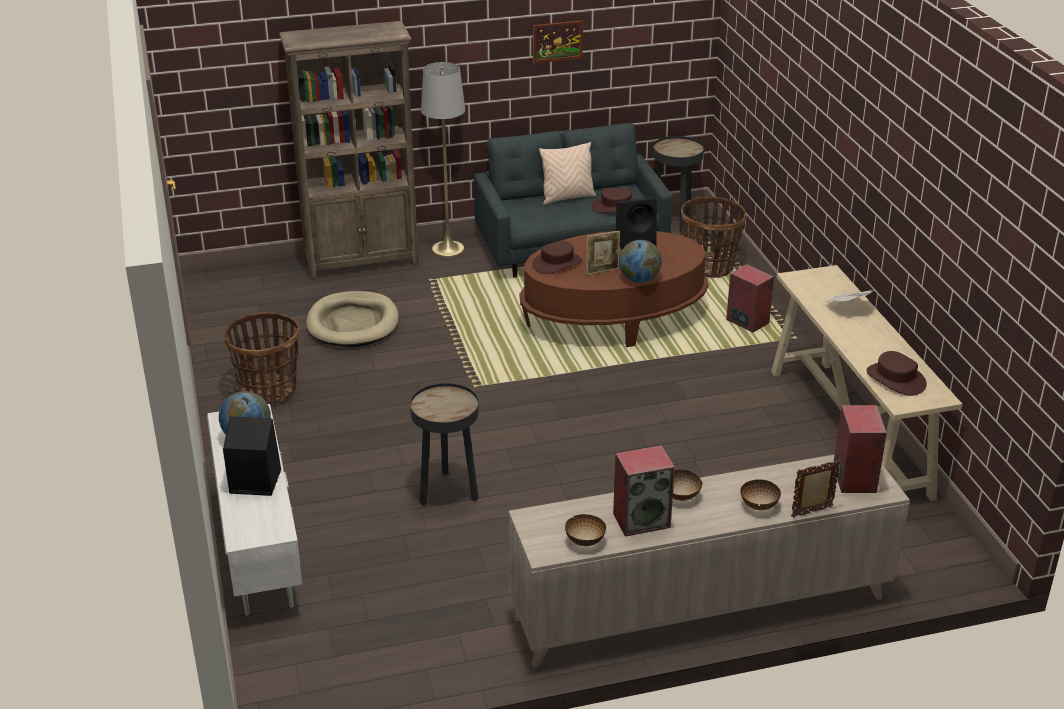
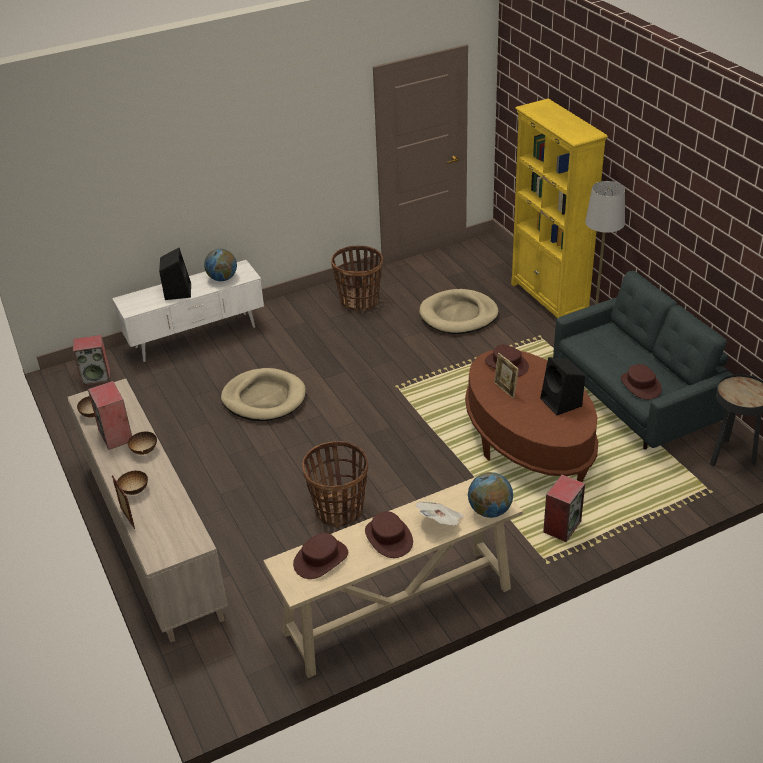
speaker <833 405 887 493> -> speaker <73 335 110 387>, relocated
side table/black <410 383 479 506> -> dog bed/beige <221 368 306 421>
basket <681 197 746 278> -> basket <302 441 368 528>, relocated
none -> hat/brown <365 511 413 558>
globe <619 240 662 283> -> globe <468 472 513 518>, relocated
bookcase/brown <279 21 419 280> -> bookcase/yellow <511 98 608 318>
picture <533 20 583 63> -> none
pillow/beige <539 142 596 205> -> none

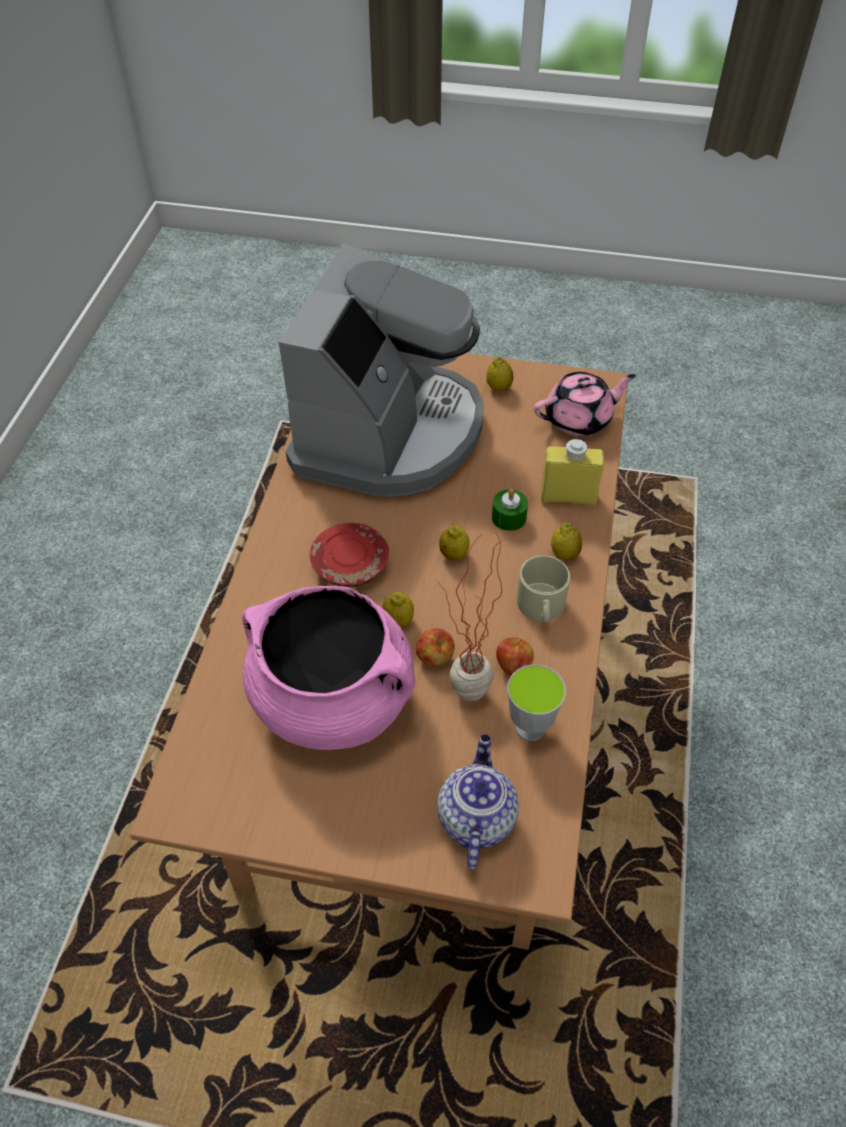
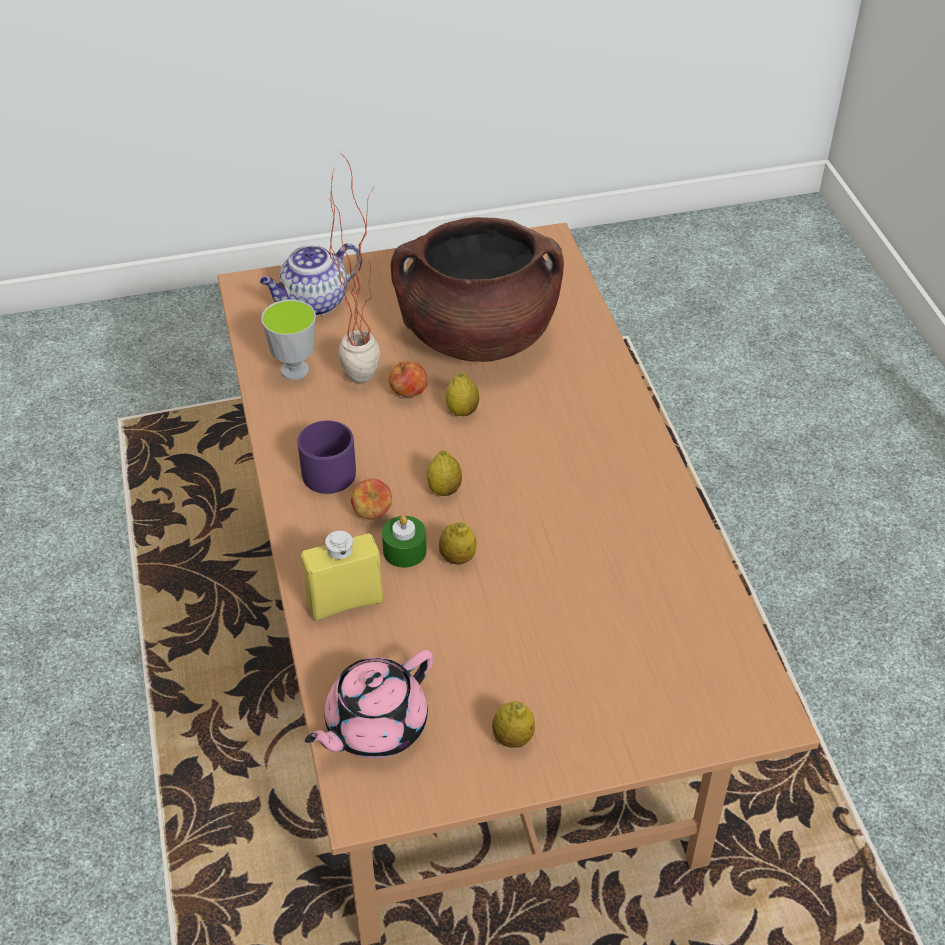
teapot <437 734 519 869> -> teapot <260 243 362 316>, 75 degrees clockwise
mug/beige <517 555 570 622> -> mug/purple <297 420 356 494>
apple <496 637 534 675> -> apple <351 478 392 519>, relocated
cooking pot/pink <242 586 416 750> -> cooking pot/brown <391 217 564 362>
lemon <551 523 582 560> -> lemon <439 522 477 565>, relocated
coffee machine <278 243 484 497> -> none
plate/red <310 523 389 587> -> none

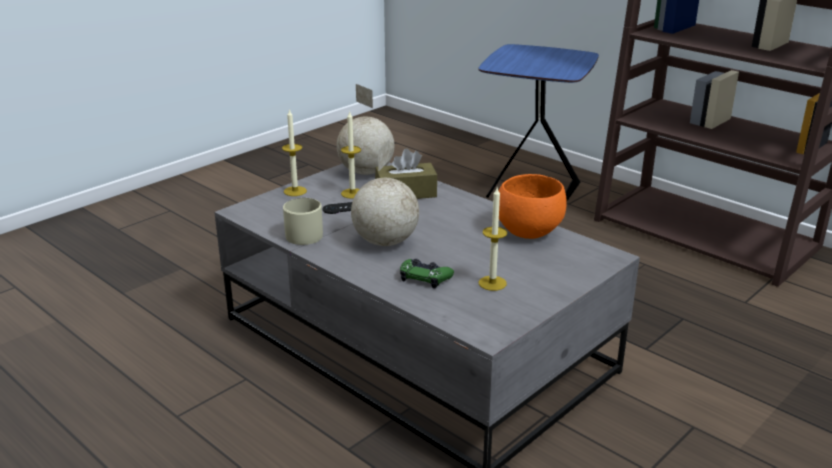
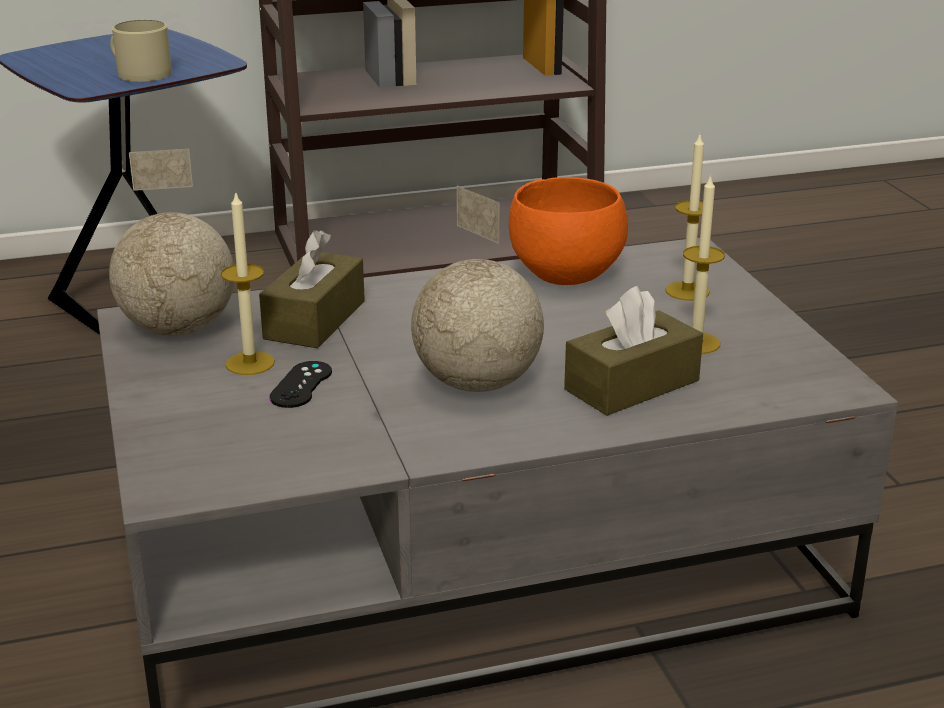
mug/beige <283 198 323 245> -> mug/beige <110 20 171 82>, relocated
game controller/green <400 258 454 289> -> tissue box/brown <564 286 703 416>
candle <282 109 307 196> -> candle <665 135 714 301>, relocated

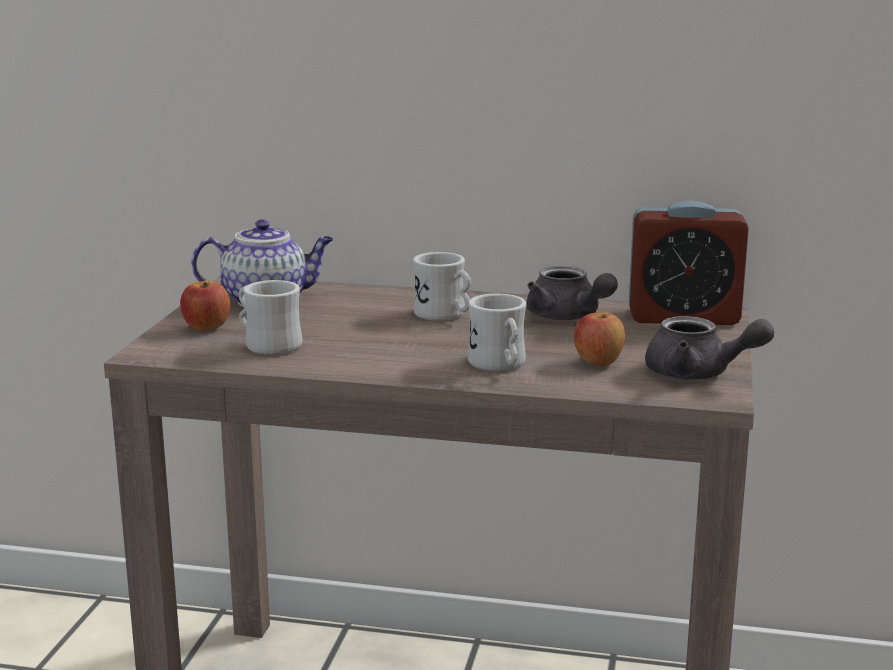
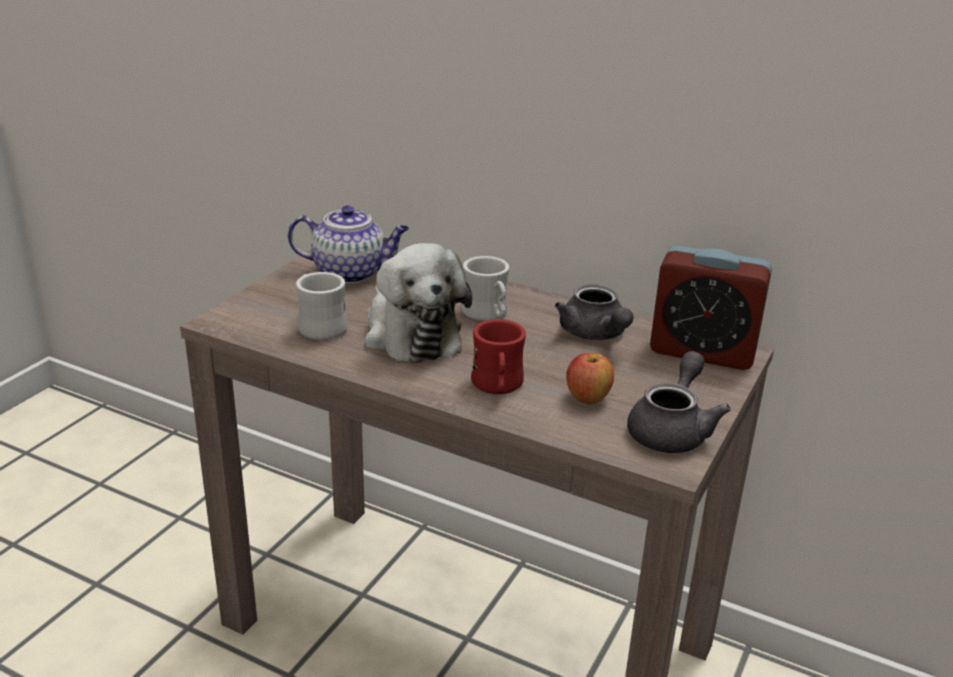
none -> plush toy <365 243 472 363>
mug/white <468 294 526 371> -> mug/red <471 319 526 394>
teapot/grey <645 316 774 380> -> teapot/grey <627 351 731 453>, 105 degrees counterclockwise
apple <180 281 230 331> -> none

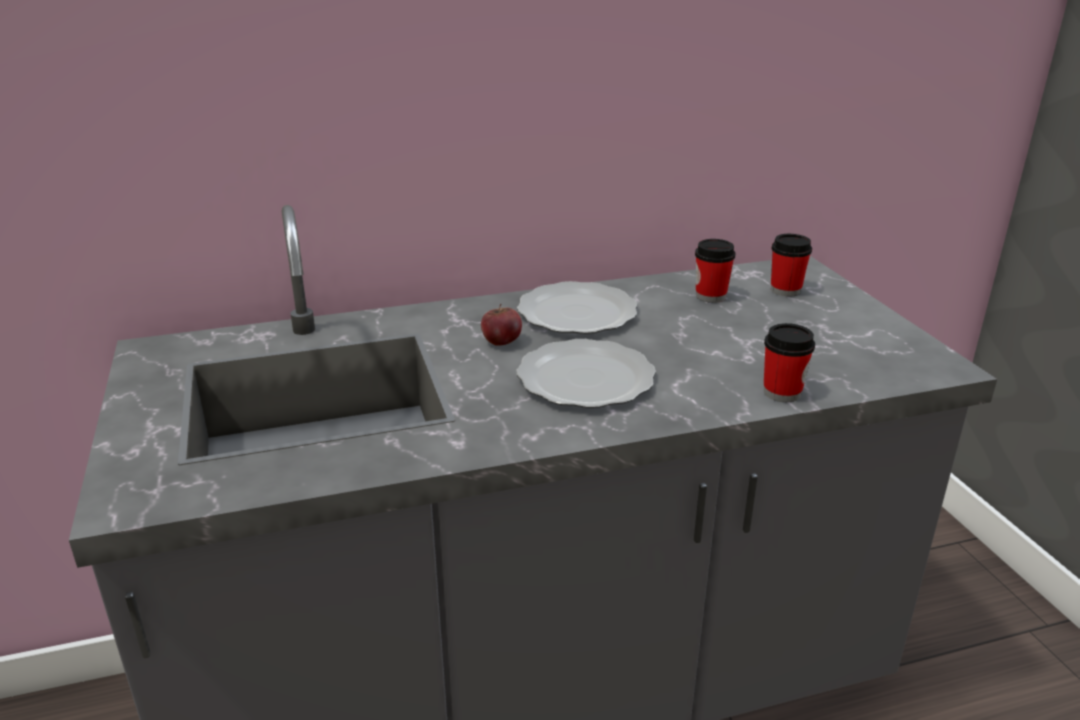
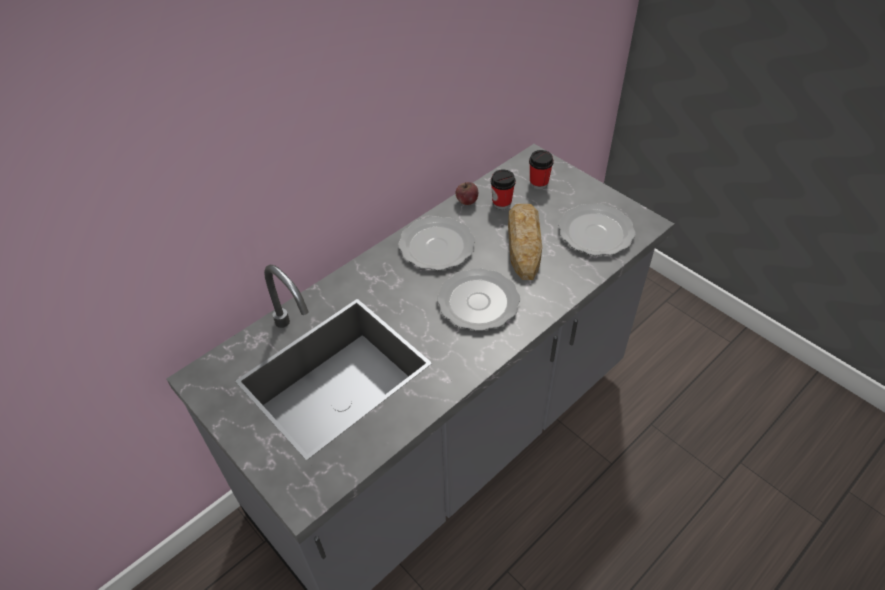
apple <481 304 522 346> -> apple <456 182 478 205>, relocated
none -> bread <508 204 542 280>
none -> plate <558 204 636 256>
cup <764 323 815 402> -> none

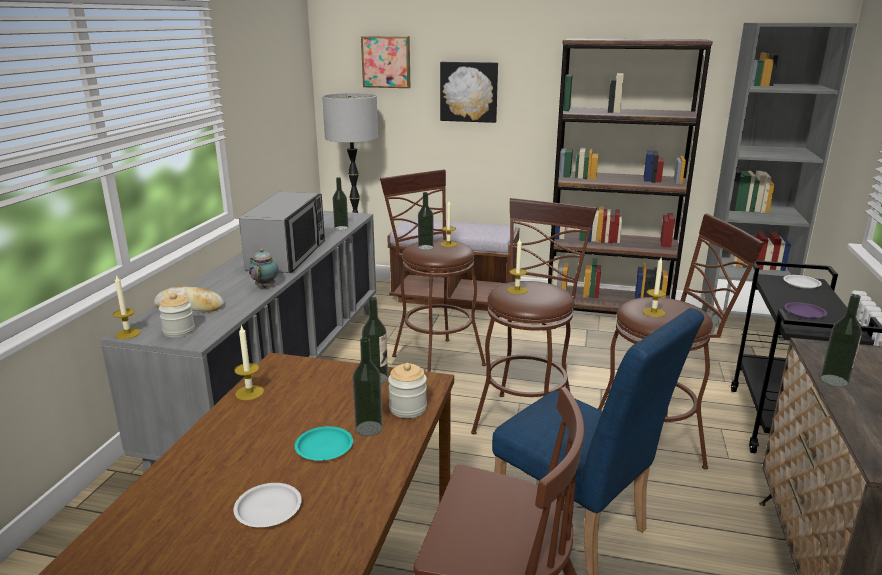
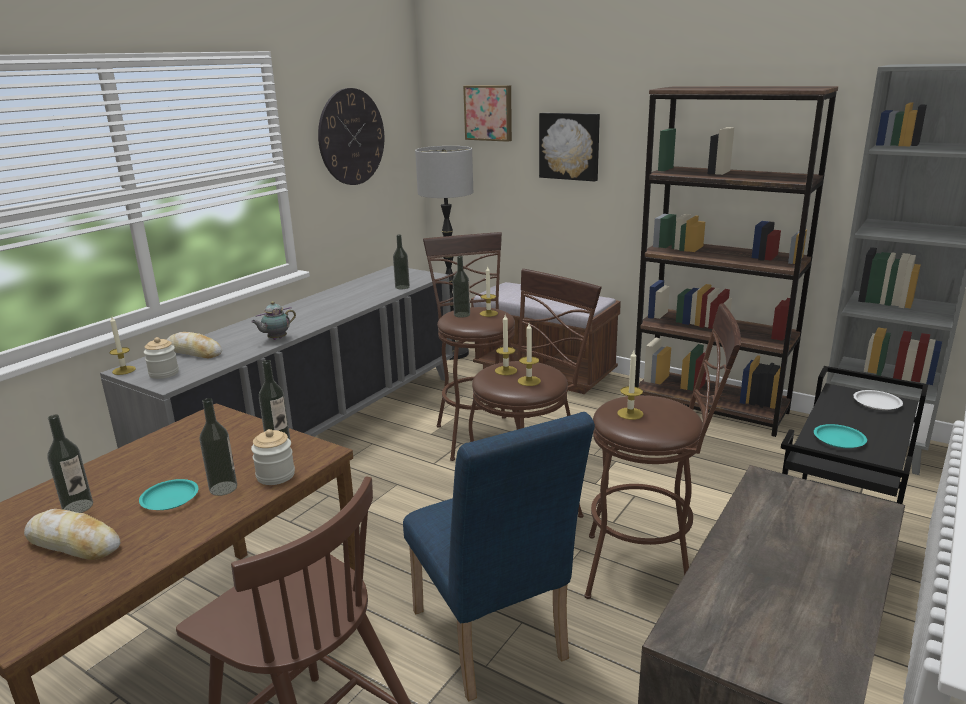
plate/white <234 483 302 527> -> bread <24 509 120 560>
bottle <820 294 862 387> -> bottle <47 415 93 513>, relocated
teapot <249 248 279 288> -> teapot <251 301 296 340>, 150 degrees counterclockwise
none -> wall clock <318 88 384 185>
candle <234 325 264 400> -> candle <518 323 541 386>, relocated
plate/purple <784 302 827 319> -> plate/turquoise <814 424 867 448>
microwave <239 192 325 273> -> none

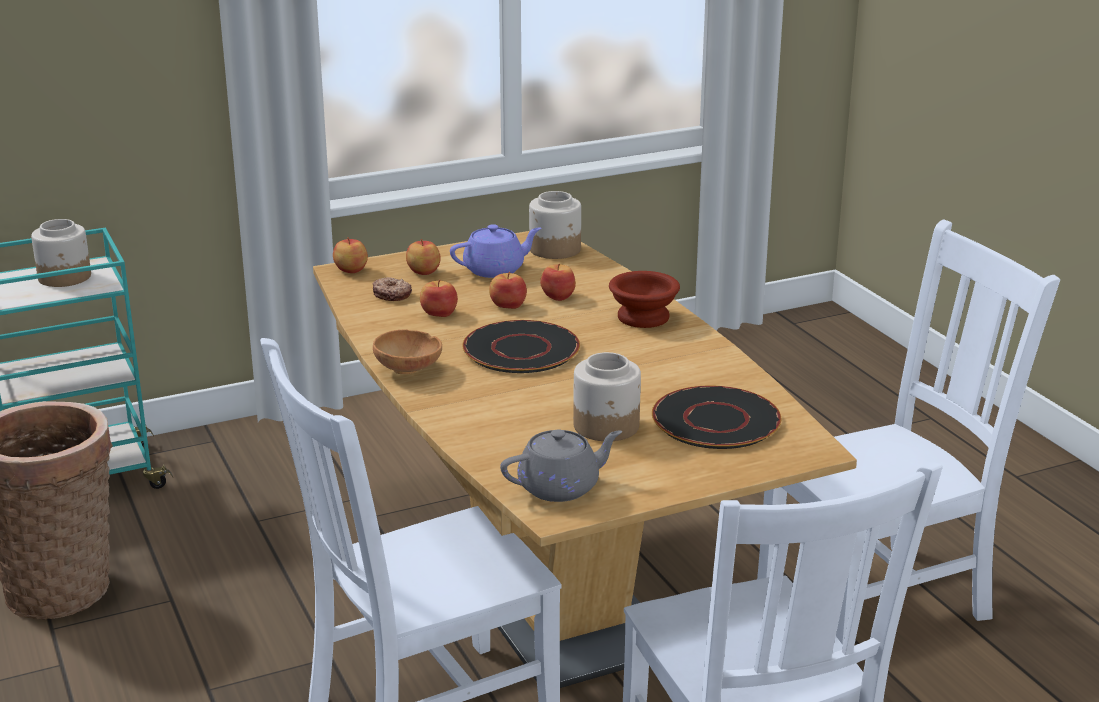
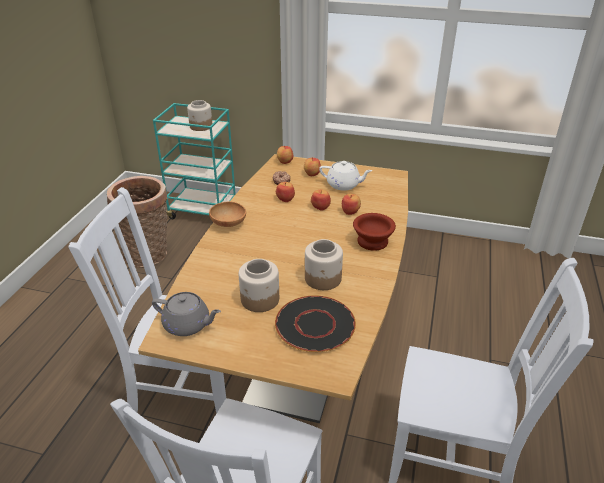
jar <529 191 581 259> -> jar <305 239 343 290>, relocated
teapot/purple <450 224 541 278> -> teapot/white <319 161 372 191>
plate/black <462 320 580 373> -> none

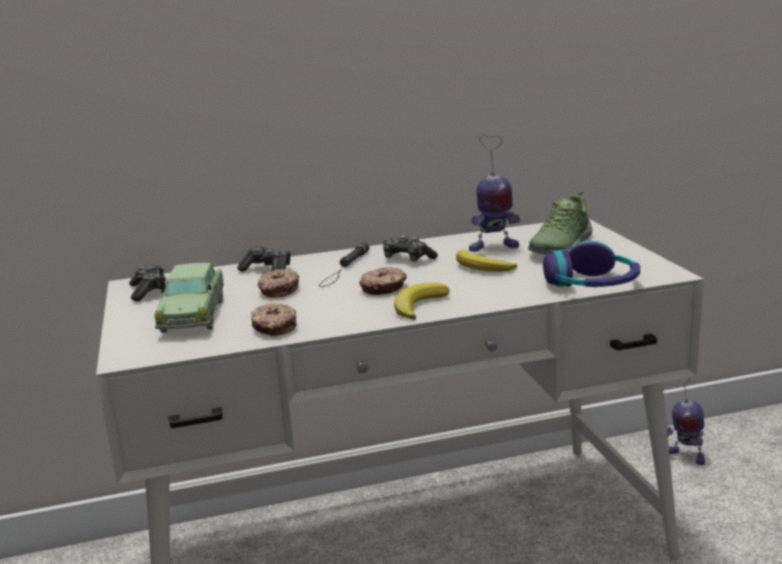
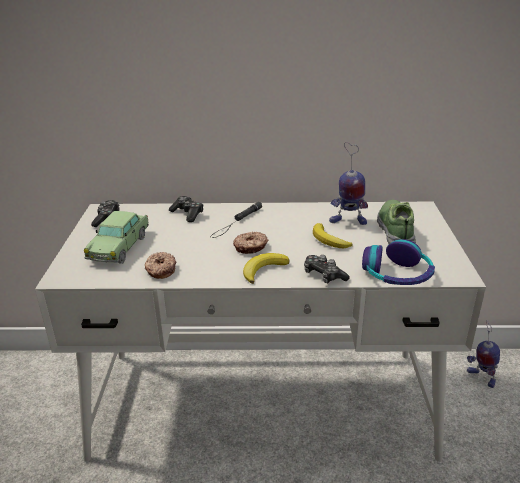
game controller <383 235 438 262> -> game controller <304 255 350 283>, relocated
shoe <528 192 593 255> -> shoe <377 200 416 244>, 135 degrees clockwise
donut <258 269 299 297> -> none

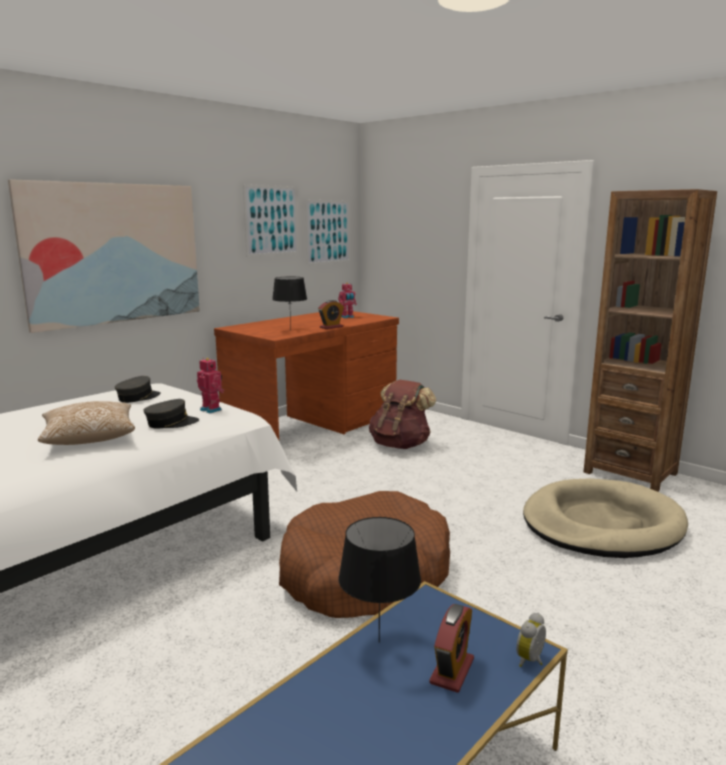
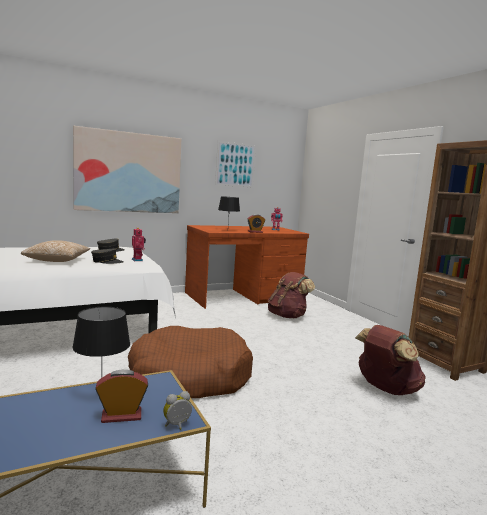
alarm clock <429 604 474 693> -> alarm clock <95 369 148 423>, 150 degrees counterclockwise
dog bed/beige <523 478 688 558> -> backpack/brown <355 325 426 395>
picture <305 200 351 265> -> none

